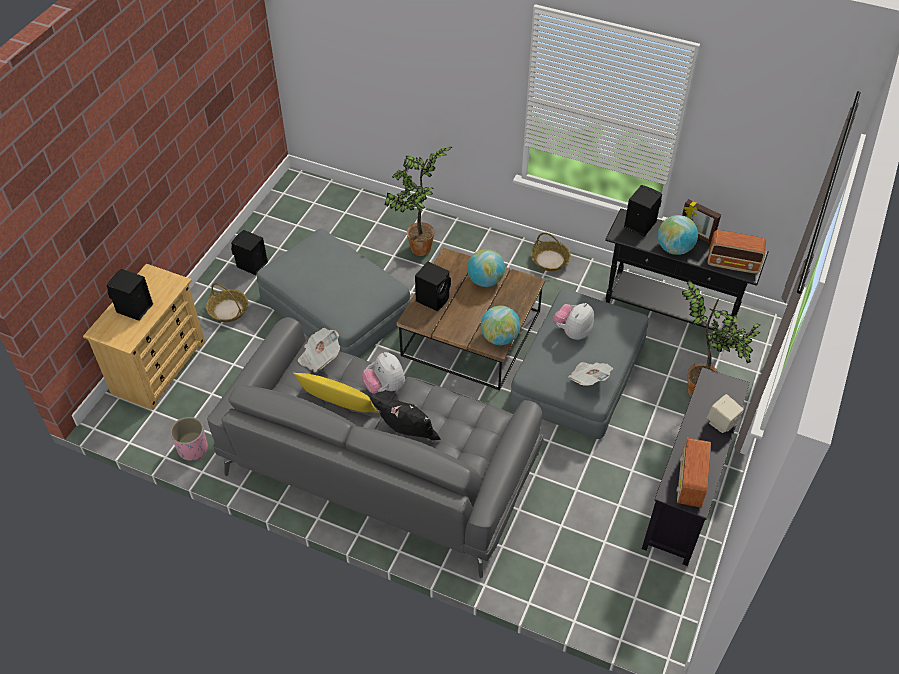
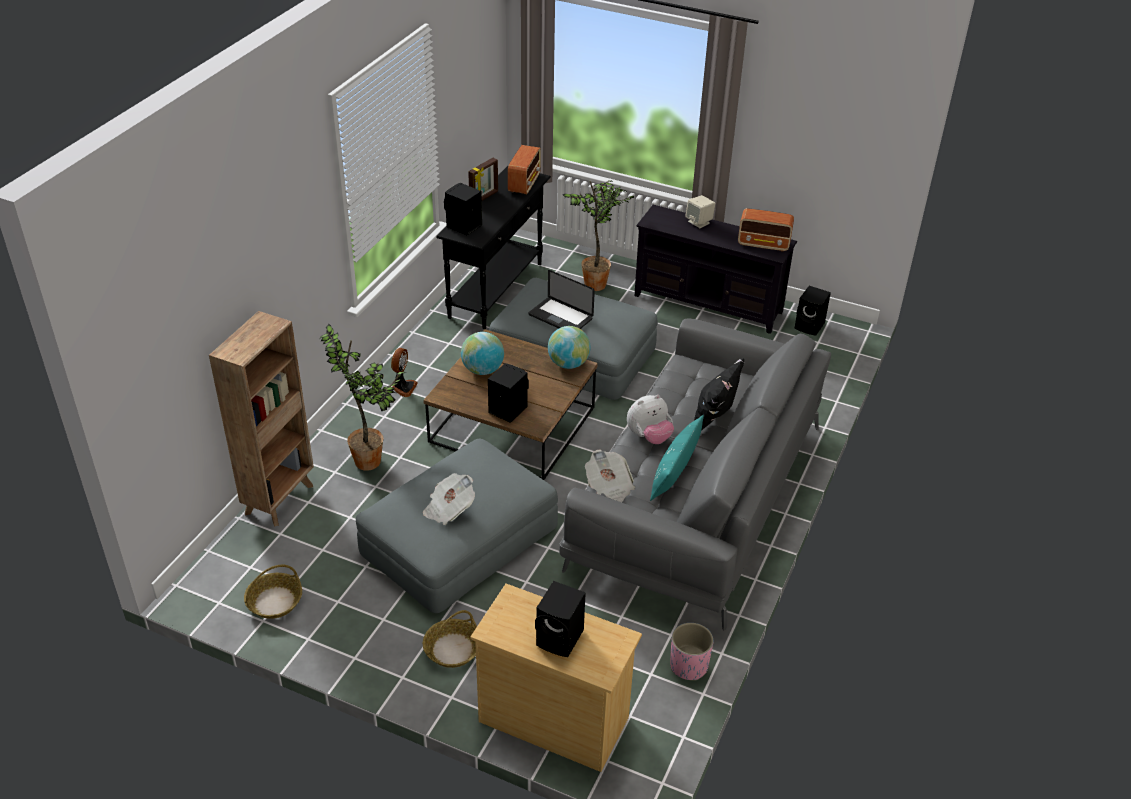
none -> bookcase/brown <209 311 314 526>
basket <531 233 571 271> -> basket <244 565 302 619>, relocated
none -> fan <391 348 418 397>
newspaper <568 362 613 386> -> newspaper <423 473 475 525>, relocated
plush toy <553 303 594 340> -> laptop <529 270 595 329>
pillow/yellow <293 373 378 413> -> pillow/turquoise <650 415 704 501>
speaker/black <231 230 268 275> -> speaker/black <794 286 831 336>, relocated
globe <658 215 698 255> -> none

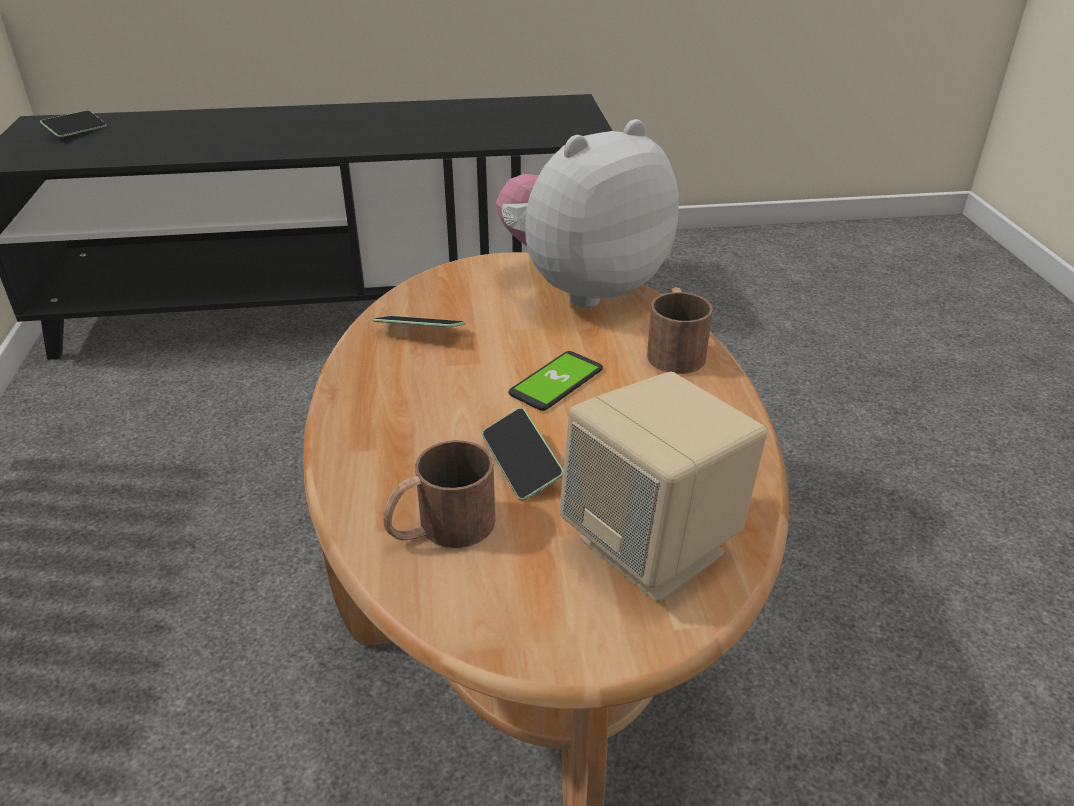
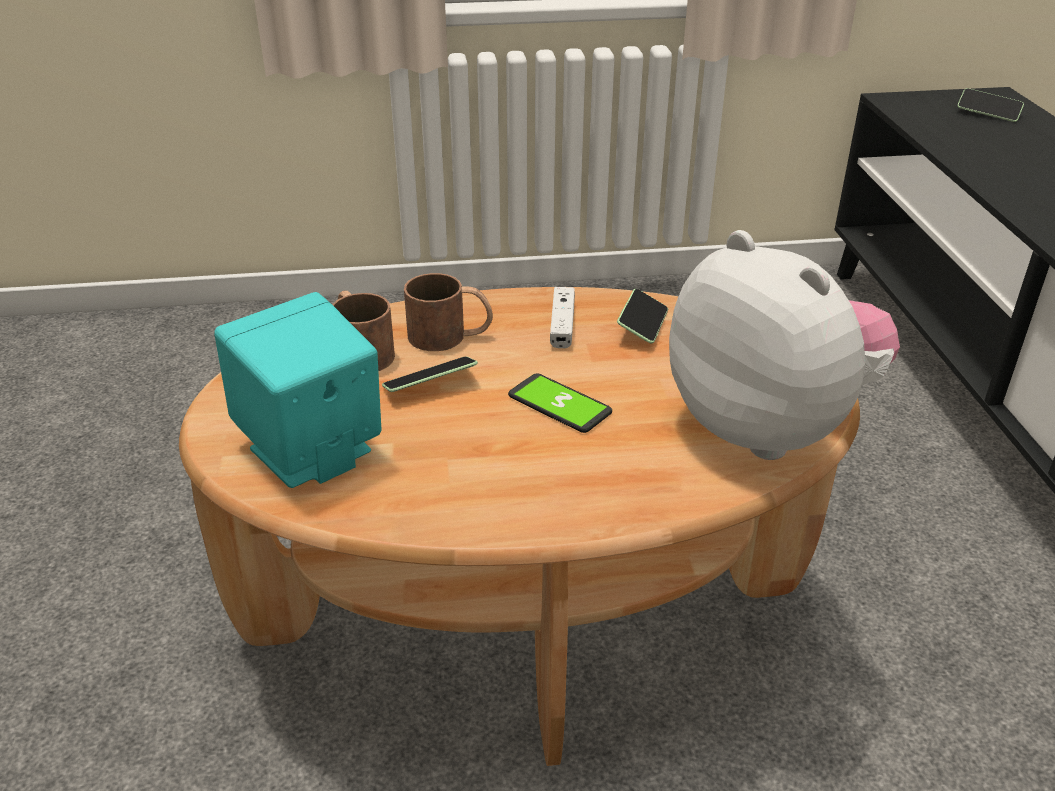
speaker/beige <559 372 767 602> -> speaker/turquoise <214 292 381 488>
mug/brown <647 287 713 374> -> mug/brown <404 273 493 351>, relocated
none -> game controller/white <550 287 575 348>

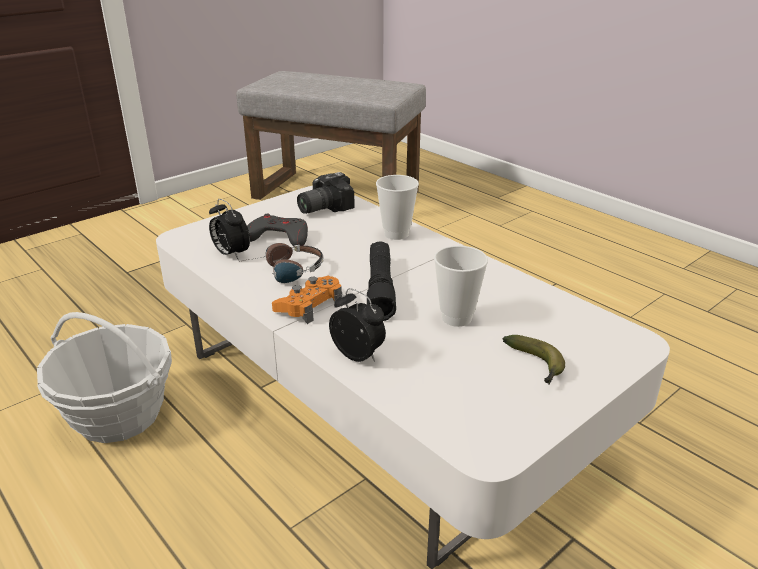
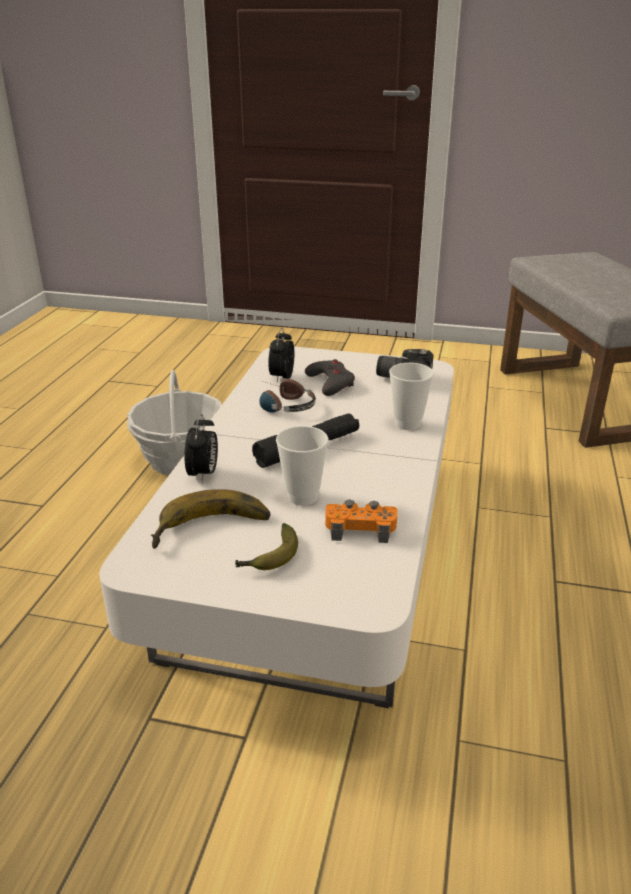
none -> banana <151 489 270 549>
game controller/orange <272 276 342 324> -> game controller/orange <325 500 397 543>, relocated

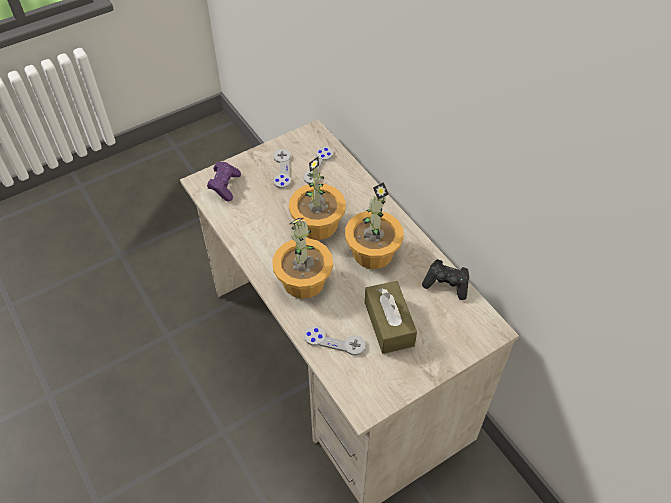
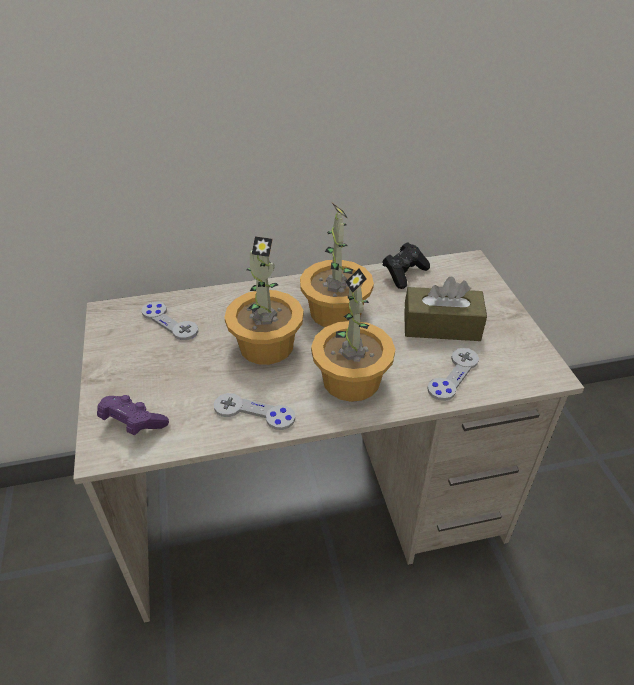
game controller/grey <273 149 291 188> -> game controller/grey <214 393 295 430>, relocated

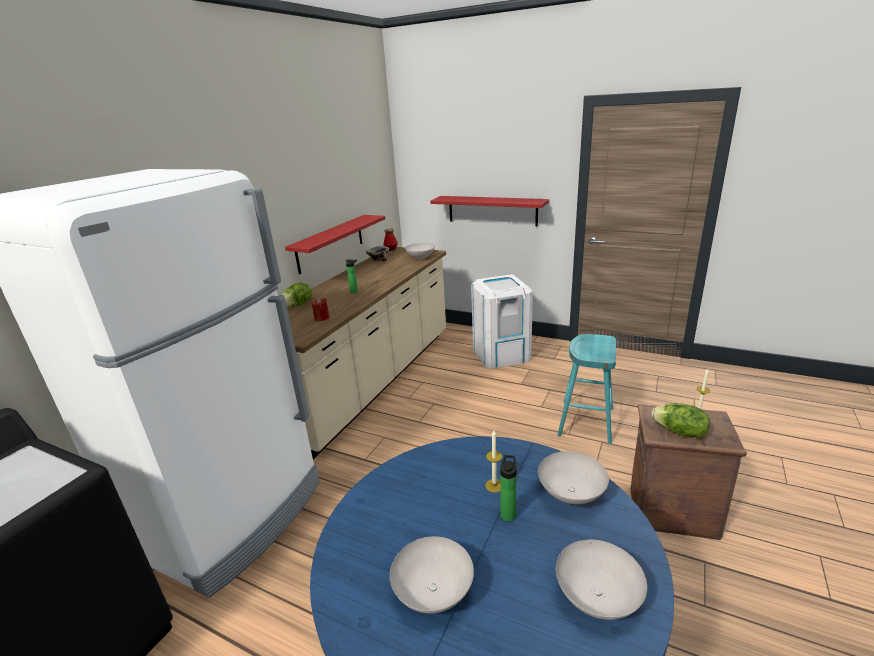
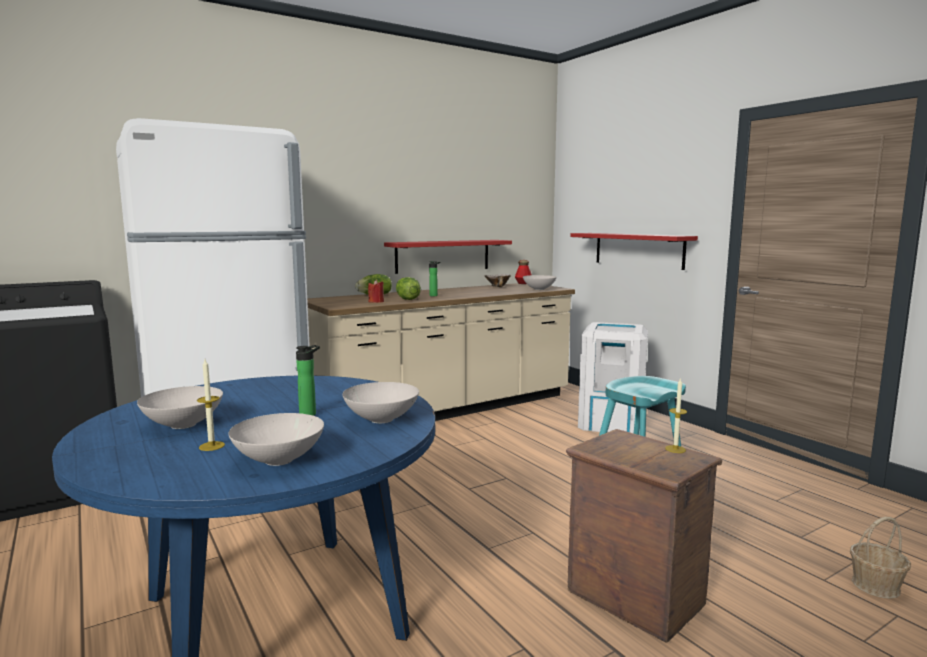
candle <485 430 502 492> -> candle <197 359 225 451>, relocated
lettuce <651 403 710 438> -> lettuce <396 277 421 300>, relocated
none -> basket <850 517 911 599>

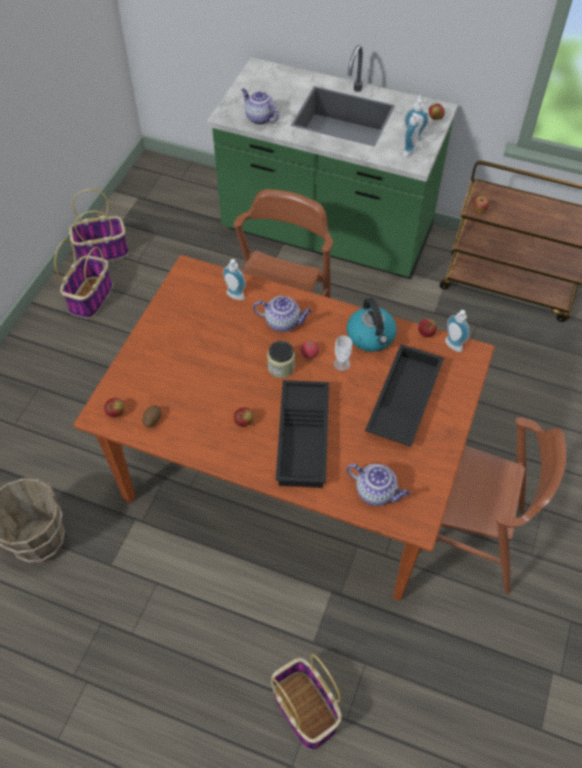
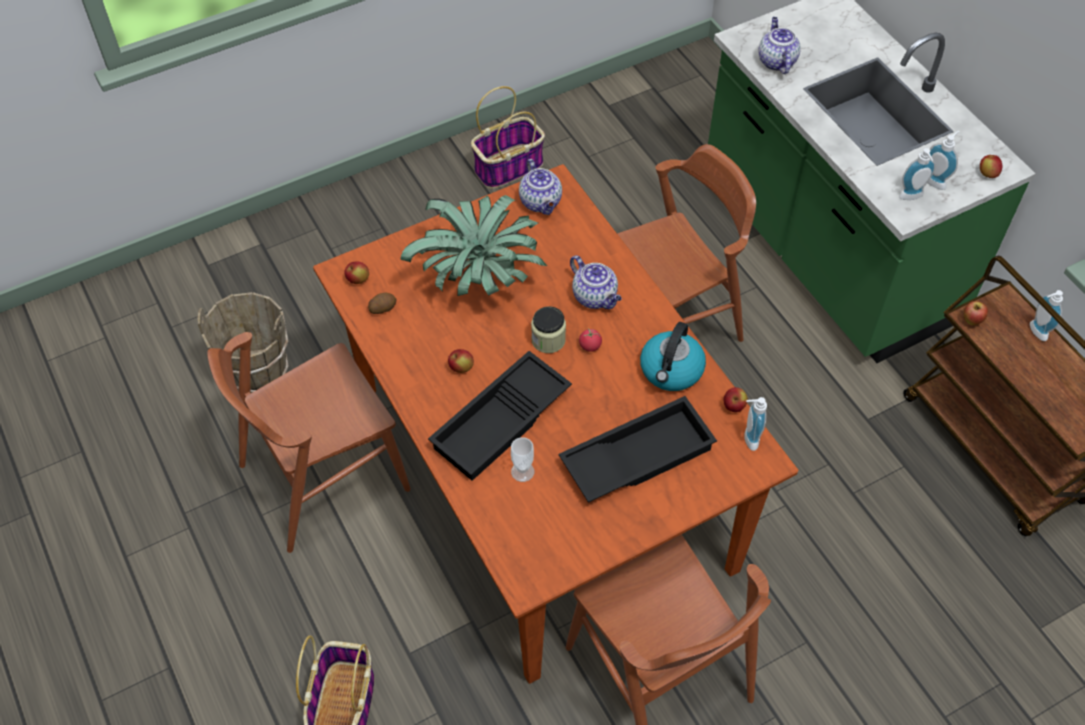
none -> chair/brown <207 332 411 553>
none -> potted plant <400 195 547 296>
cup <333 336 352 371> -> cup <511 437 534 482>, relocated
teapot <347 464 410 506> -> teapot <519 159 562 215>, relocated
soap dispenser <223 259 246 300> -> soap dispenser <1030 290 1063 341>, relocated
basket <69 189 129 261> -> none

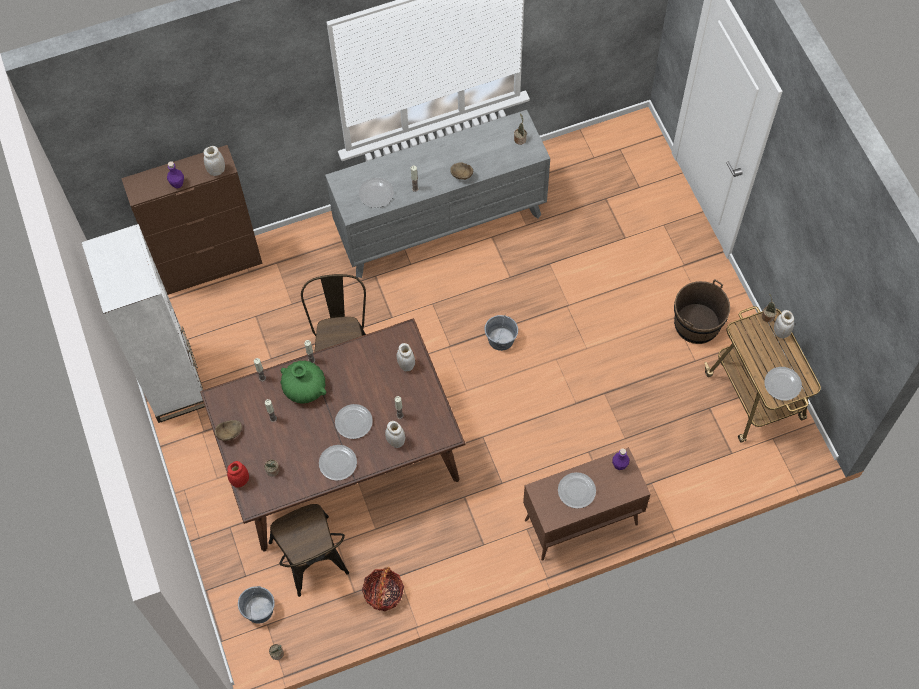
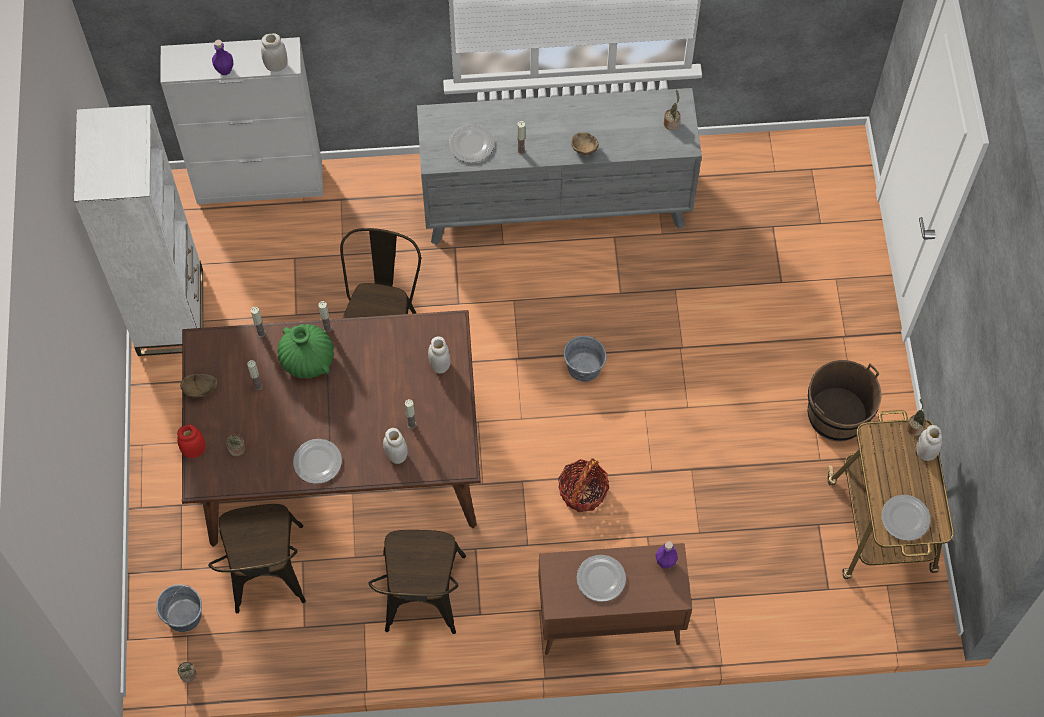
cabinet/brown <121 145 262 295> -> cabinet/white <160 37 323 204>
none -> chair/brown <369 530 466 634>
basket <362 567 404 611> -> basket <558 458 609 512>, relocated
plate <335 404 373 439> -> none

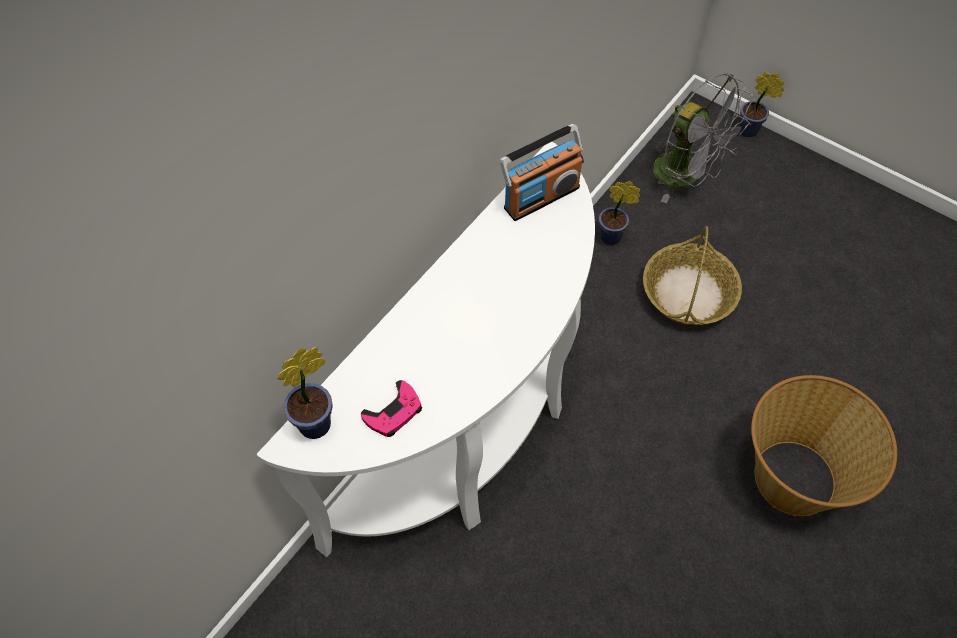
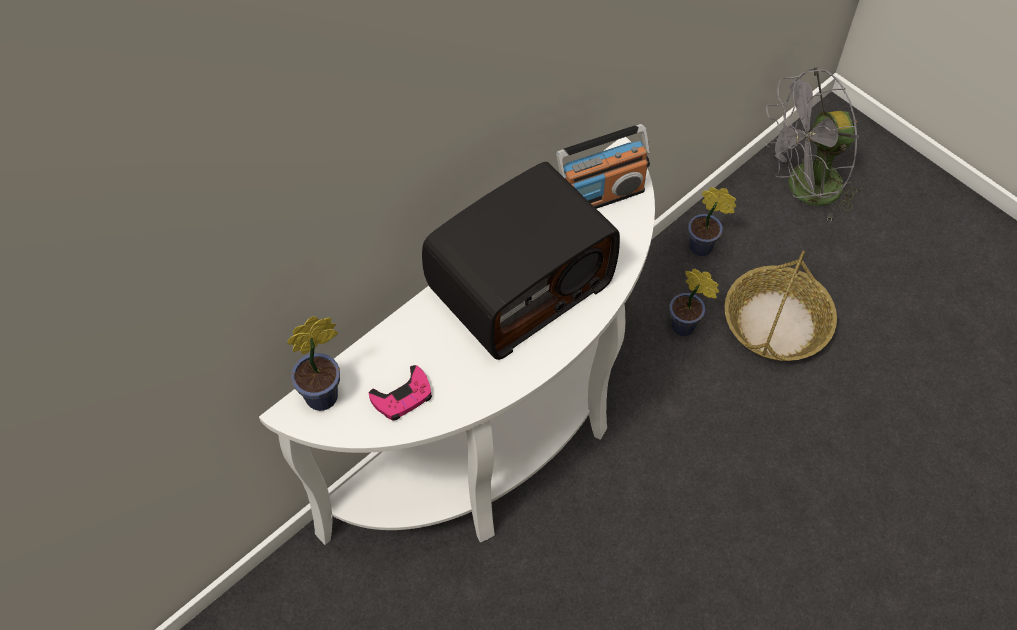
none -> radio <422 162 620 360>
potted plant <739 72 785 137> -> potted plant <669 268 719 336>, relocated
fan/grey <653 73 755 203> -> fan/grey <765 67 862 223>, 105 degrees clockwise
basket <751 375 897 516> -> none

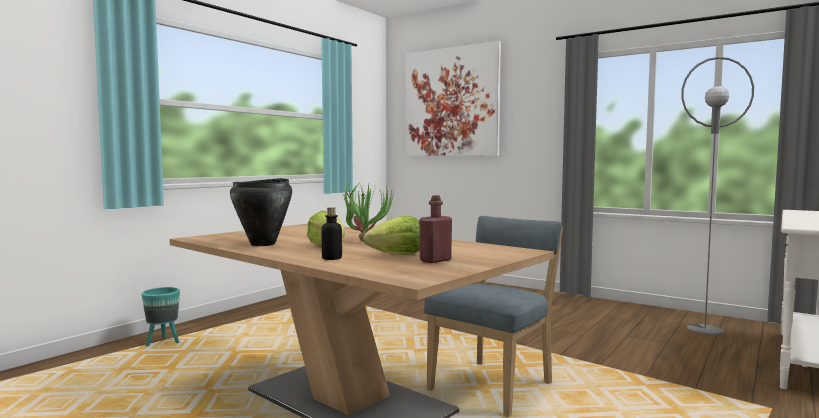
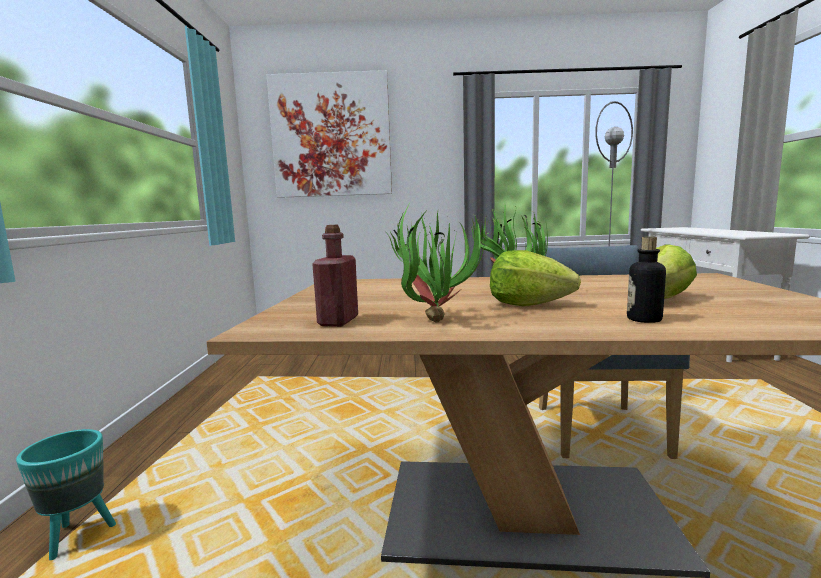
bottle/red <419 195 452 263> -> bottle/red <312 225 358 327>, relocated
cooking pot/black <230 178 292 246> -> potted plant <385 205 487 323>

